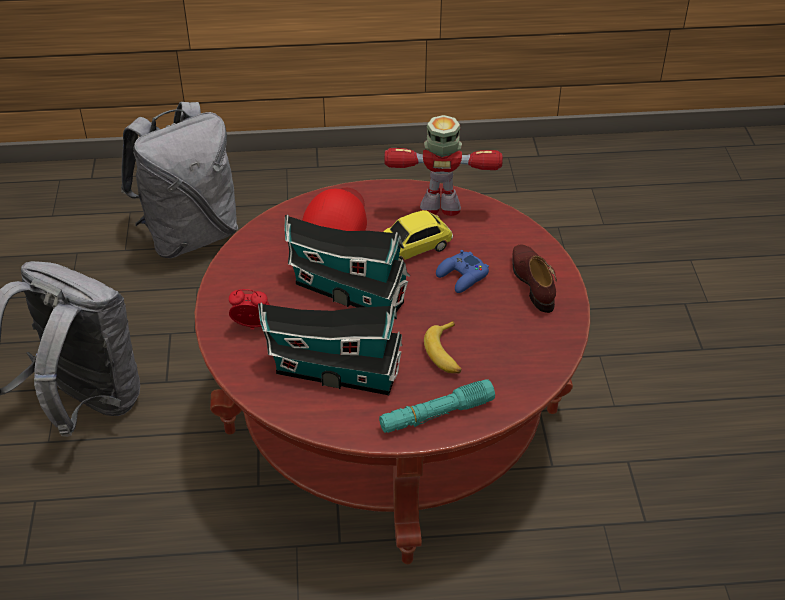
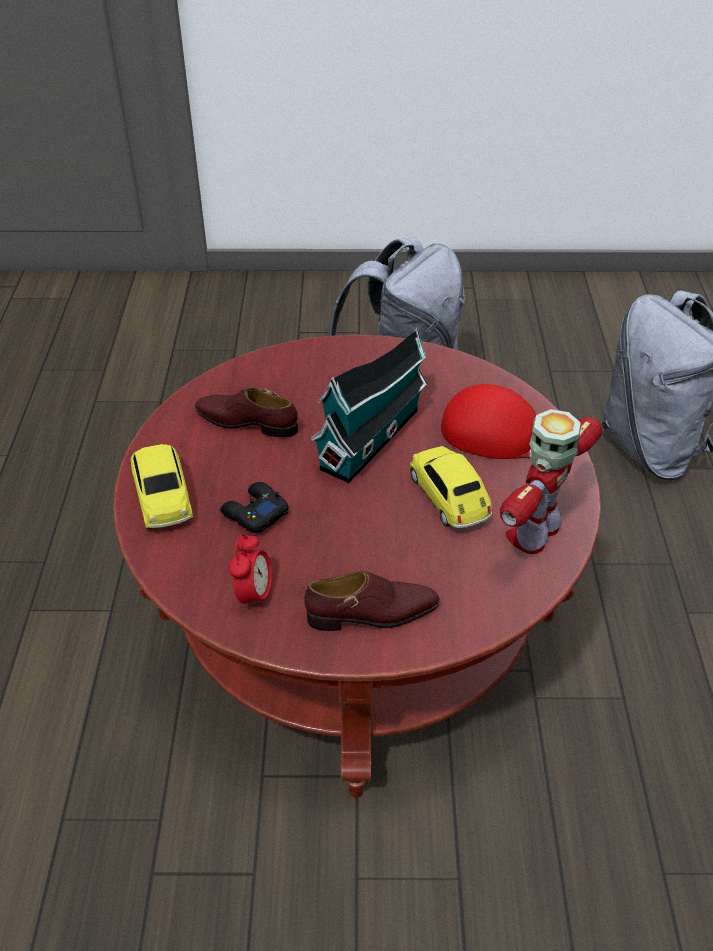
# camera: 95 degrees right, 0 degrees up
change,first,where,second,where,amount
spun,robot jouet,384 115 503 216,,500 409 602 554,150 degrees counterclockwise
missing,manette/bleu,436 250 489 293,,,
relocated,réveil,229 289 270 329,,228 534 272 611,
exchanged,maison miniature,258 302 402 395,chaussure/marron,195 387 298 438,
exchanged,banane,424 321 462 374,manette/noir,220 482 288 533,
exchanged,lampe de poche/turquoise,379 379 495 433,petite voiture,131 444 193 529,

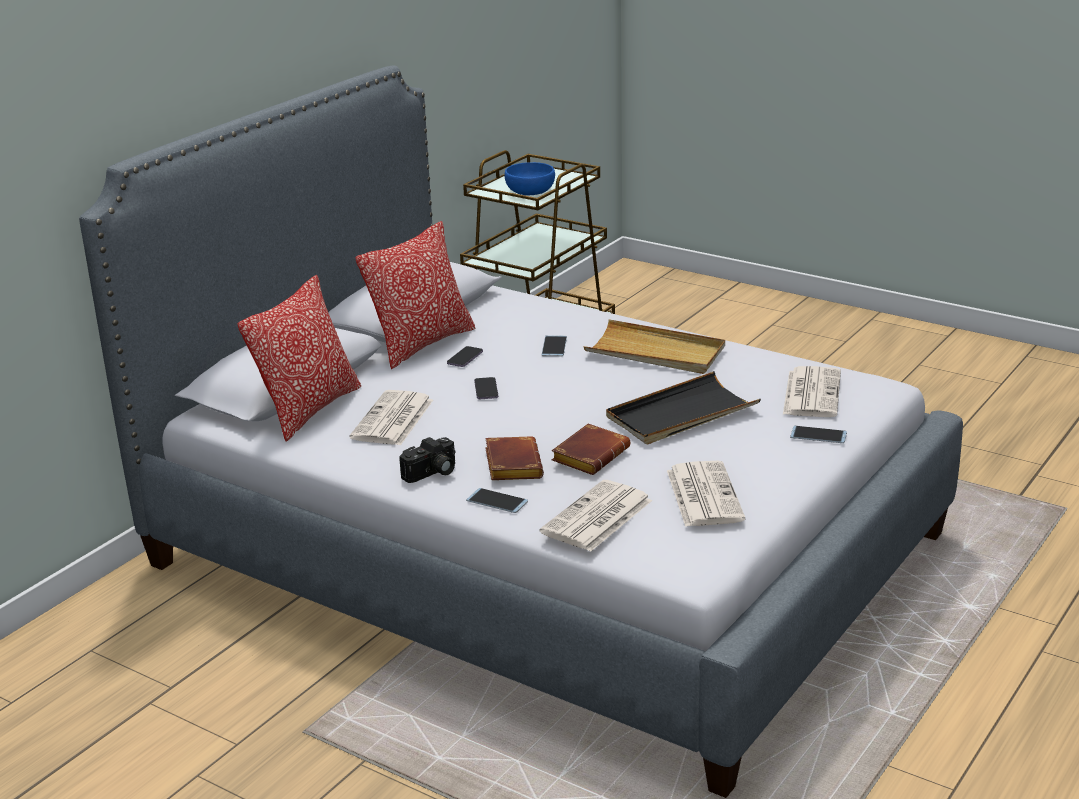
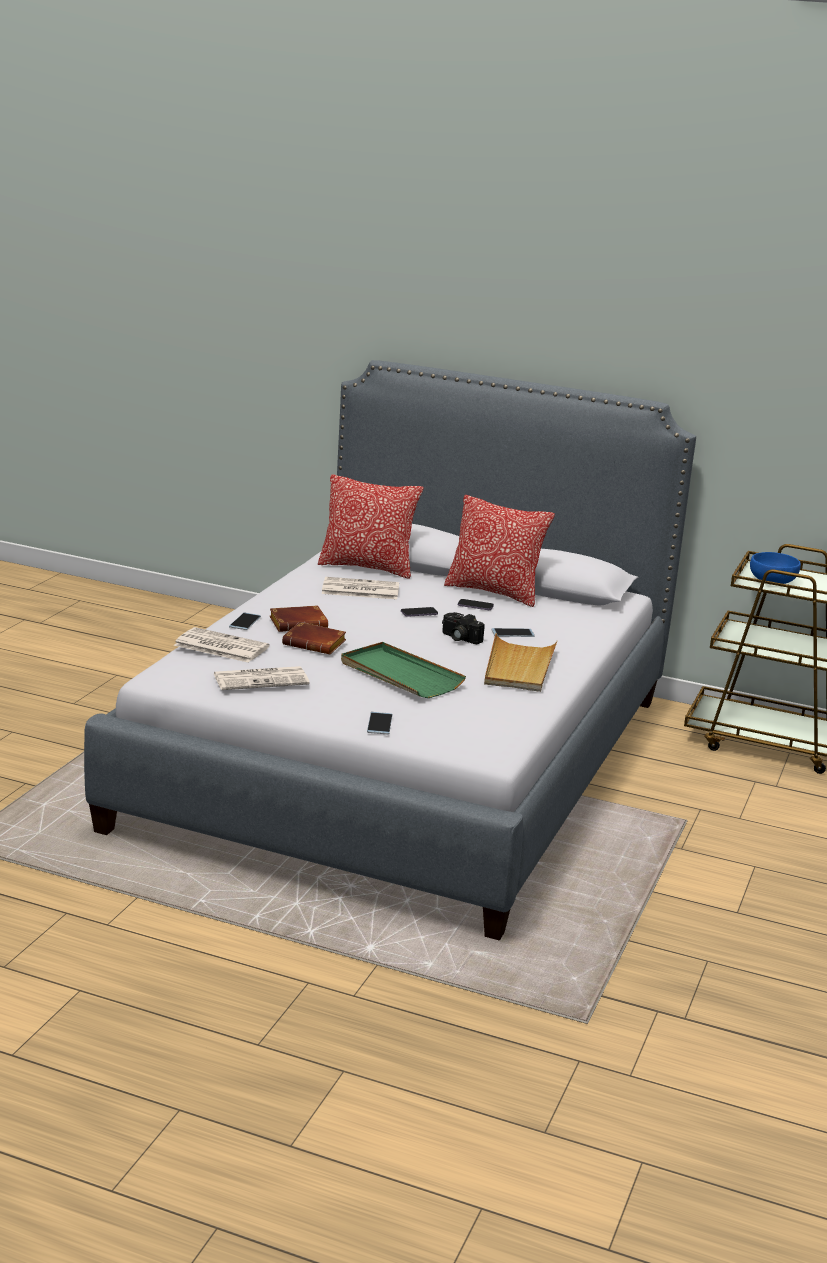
# camera: 75 degrees right, 5 degrees down
change,first,where,second,where,amount
missing,journal,783 366 841 417,,,
colour,plateau/noir,606 371 761 444,plateau/vert,341 642 466 698,
relocated,appareil photo,399 437 456 483,,442 612 485 644,

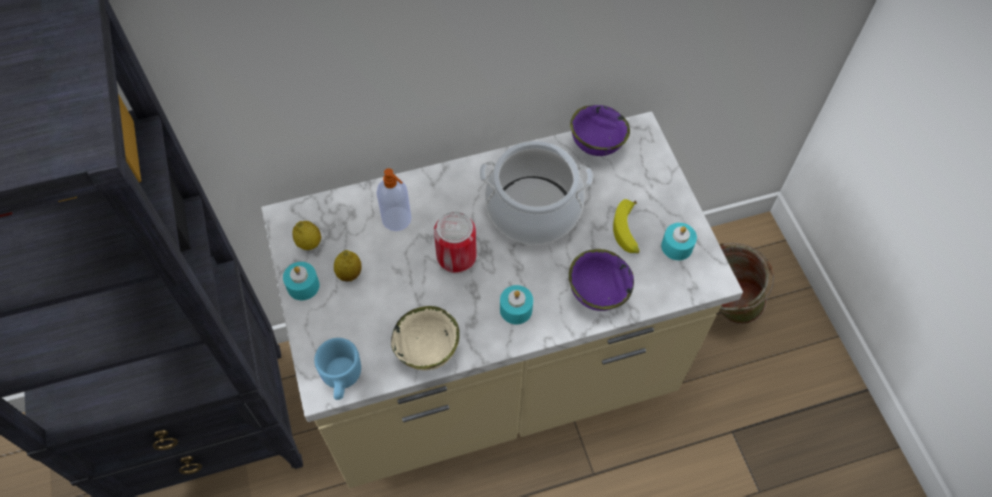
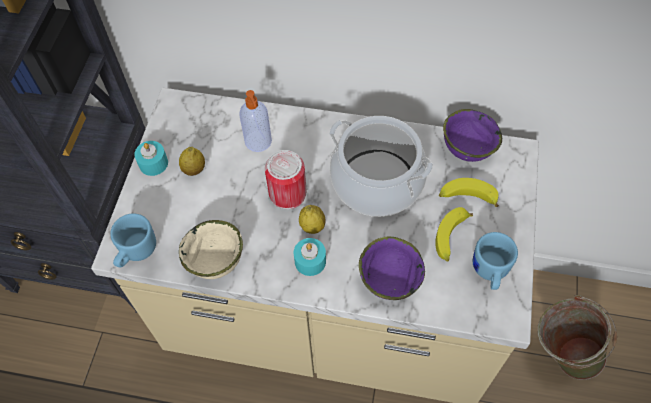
# camera: 30 degrees right, 0 degrees up
change,first,where,second,where,amount
relocated,citron,292 221 321 250,,299 205 325 234,
exchanged,bougie/turquoise,661 223 697 260,mug/bleu,473 232 518 290,
appeared,,,banane,439 178 499 207,

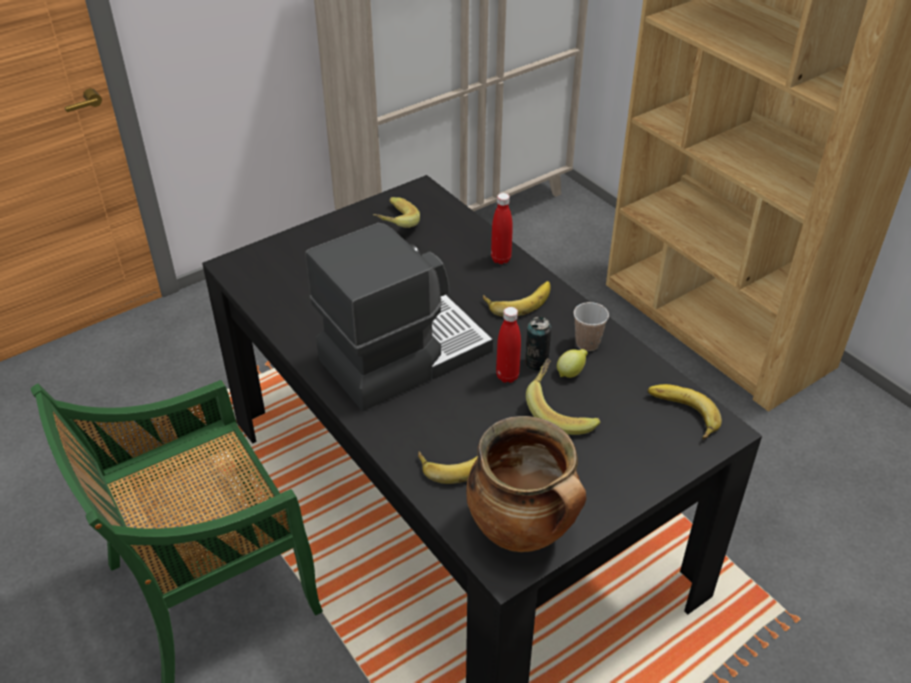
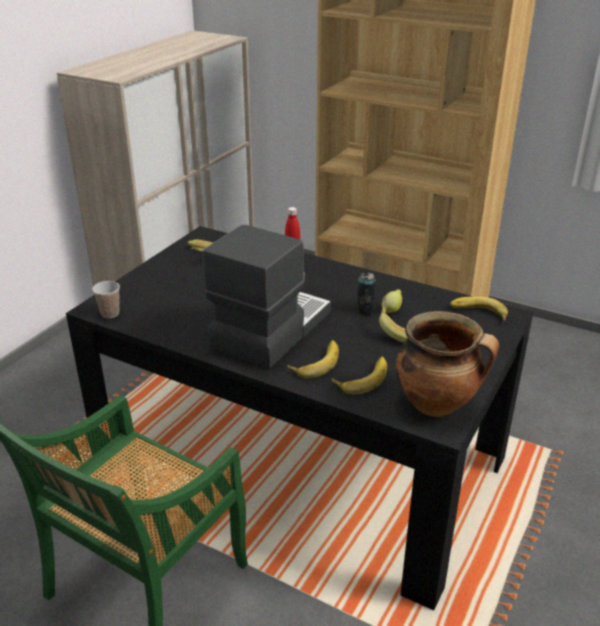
# camera: 25 degrees left, 10 degrees down
change,first,where,second,where,amount
relocated,banane,483 281 550 316,,287 340 339 378,
relocated,tasse,574 302 609 351,,92 281 120 318,
missing,bouteille/rouge,496 307 521 383,,,

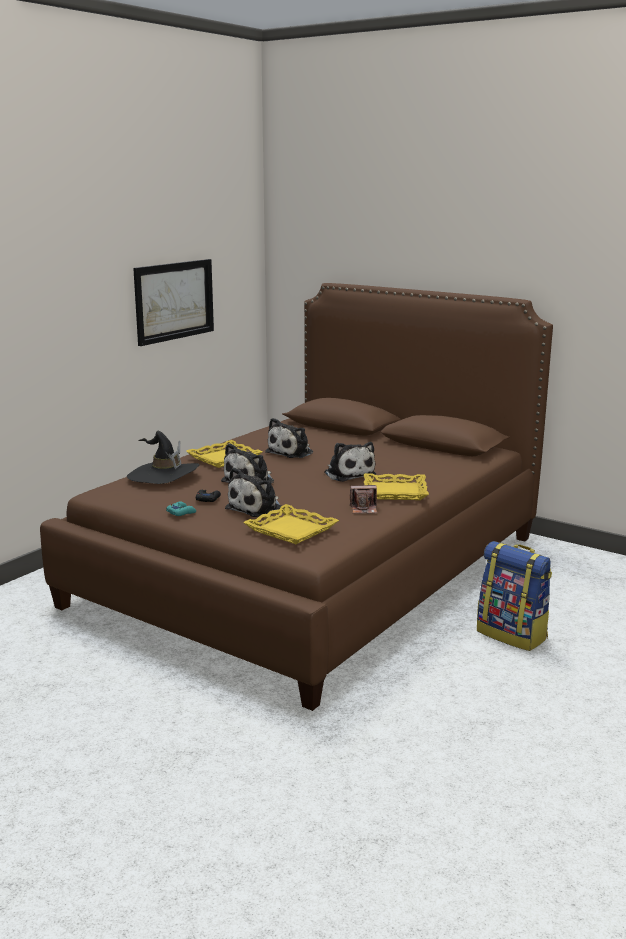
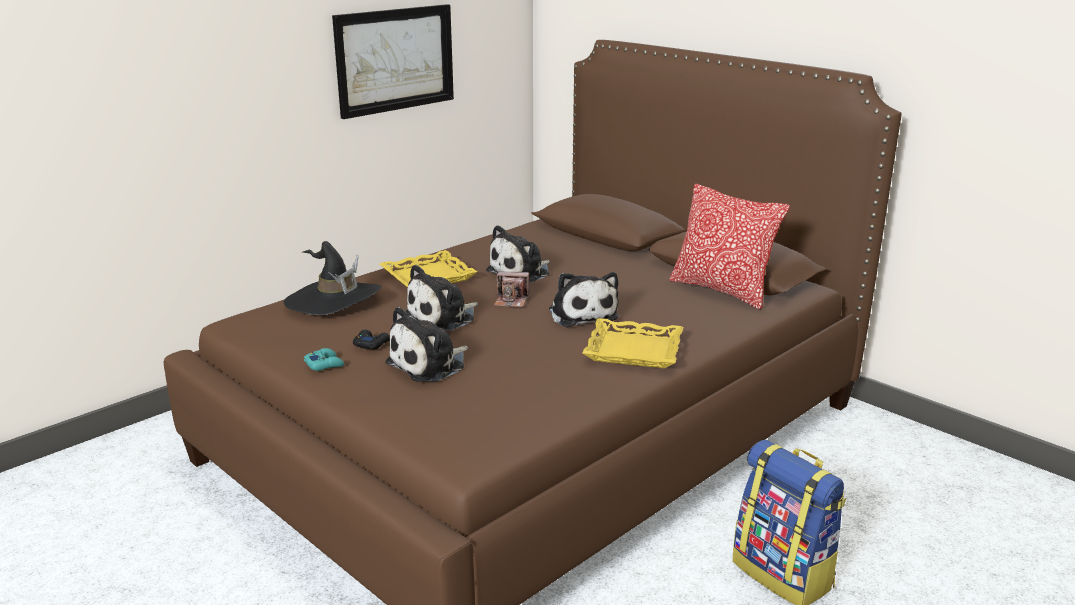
# camera: 10 degrees right, 5 degrees up
change,first,where,second,where,amount
relocated,appareil photo,349 485 377 514,,494 271 530 307,
missing,plateau/jaune,243 504 339 544,,,
appeared,,,coussin,669 184 790 310,

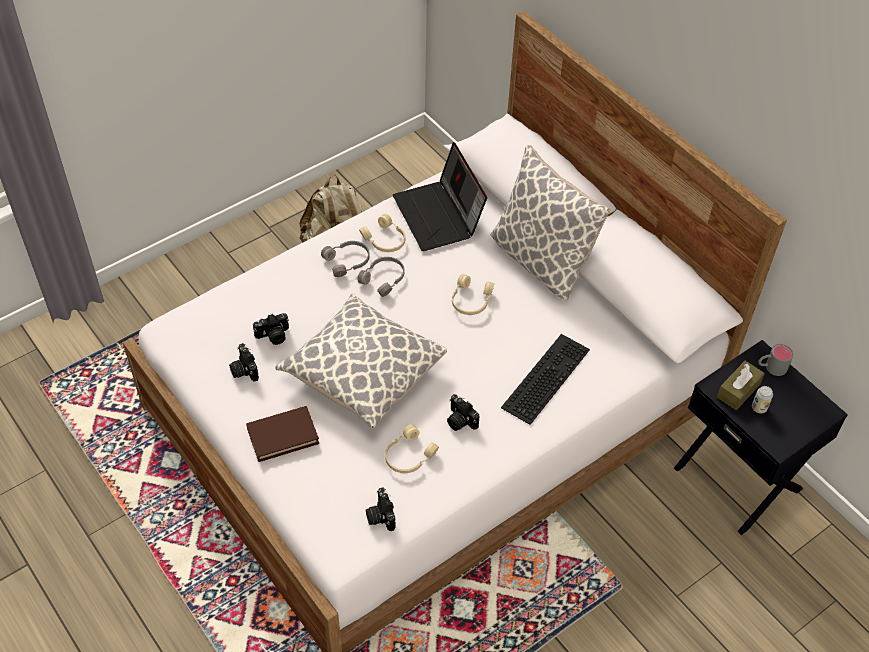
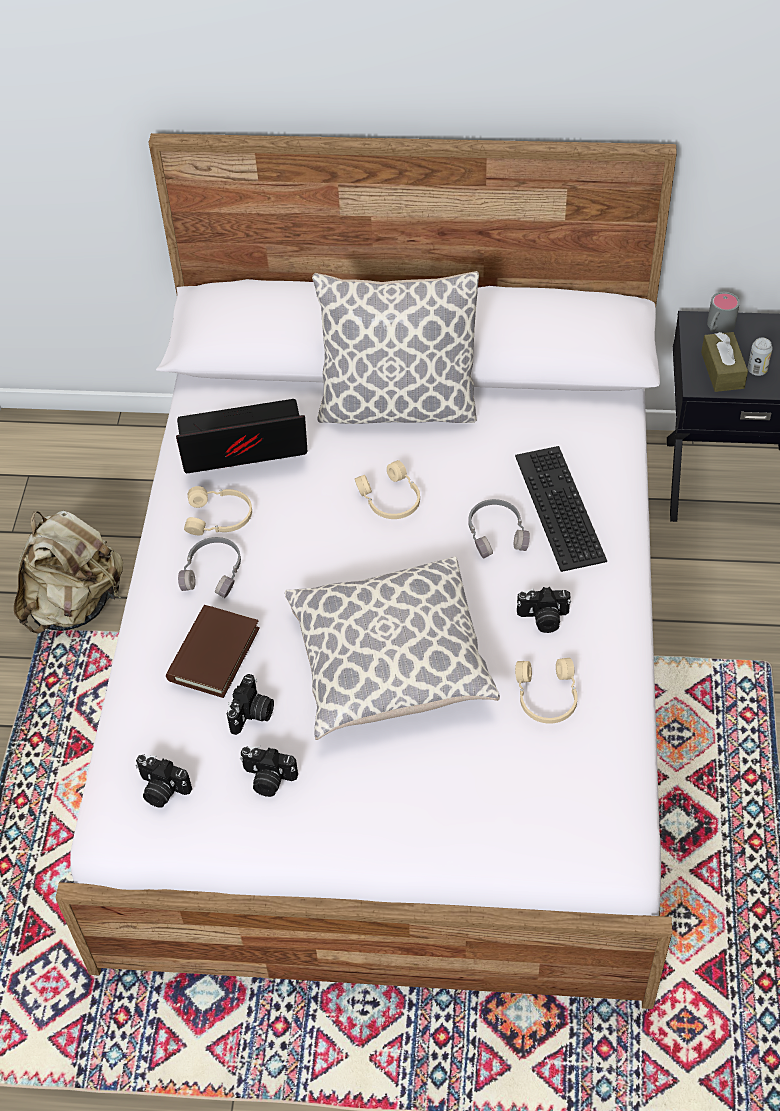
# camera: 45 degrees left, 0 degrees up
change,first,where,second,where,amount
spun,ordinateur portable,393 142 487 251,,176 399 307 473,150 degrees clockwise
relocated,casque audio/gris,358 257 405 297,,468 499 530 559,
relocated,livre/marron,246 406 319 462,,166 605 260 698,
relocated,appareil photo,366 488 395 531,,135 755 192 808,

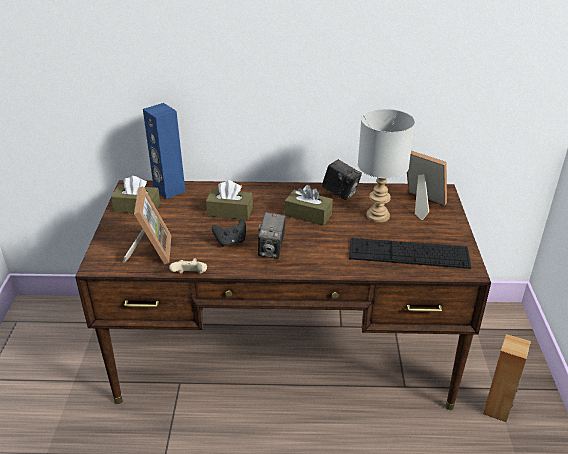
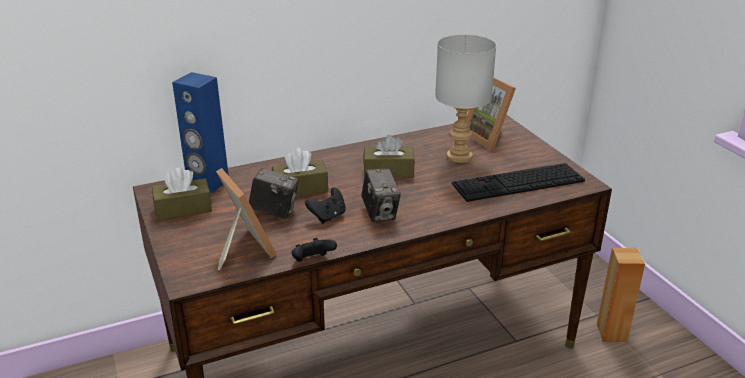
# camera: 25 degrees left, 5 degrees down
change,first,where,second,where,amount
spun,cadre photo,407 150 447 220,,466 77 516 150,135 degrees counterclockwise
relocated,appareil photo,322 159 362 200,,249 168 298 219,
colour,manette/beige,169 259 207 274,manette/noir,291 238 337 262,

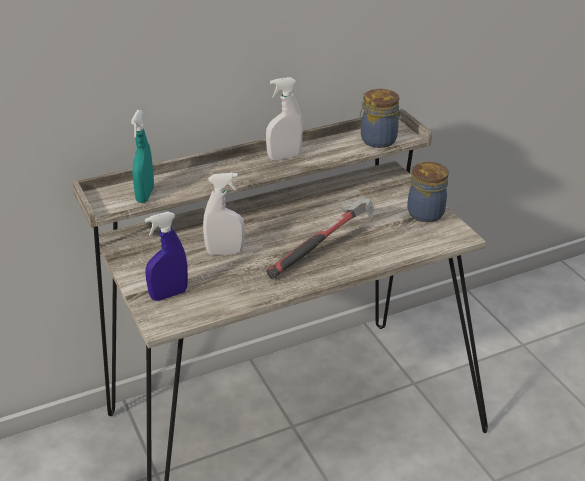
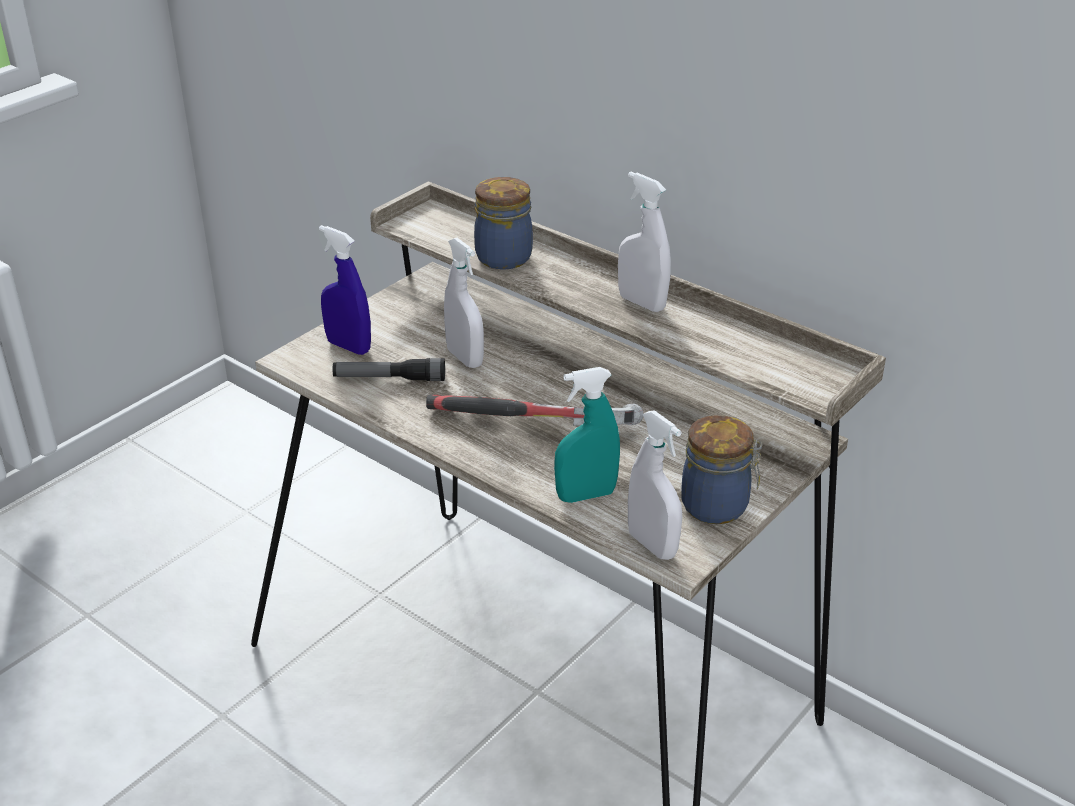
# camera: 65 degrees right, 0 degrees up
change,first,where,second,where,amount
relocated,bocal,359 89 399 148,,474 177 533 270,
relocated,vaporisateur/turquoise,131 110 154 203,,554 367 620 503,
appeared,,,lampe de poche,332 358 445 381,
appeared,,,vaporisateur/blanc,628 410 682 560,

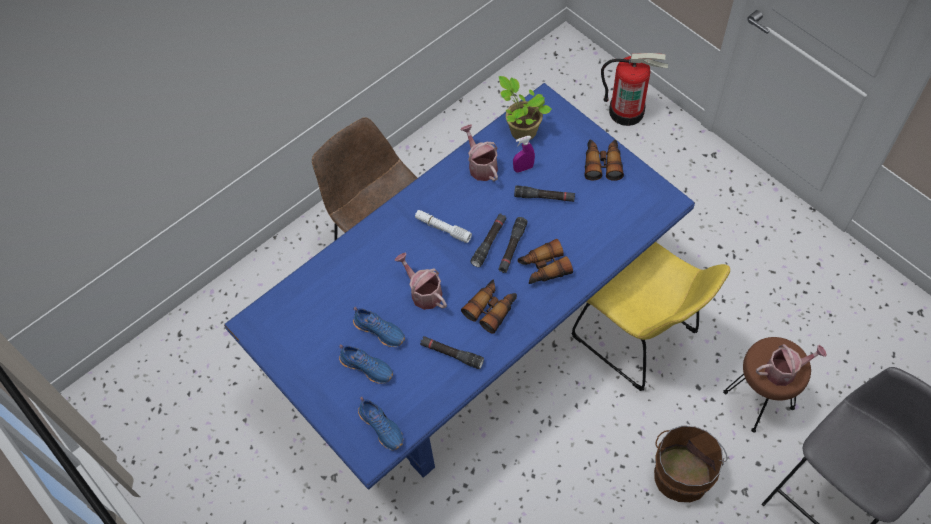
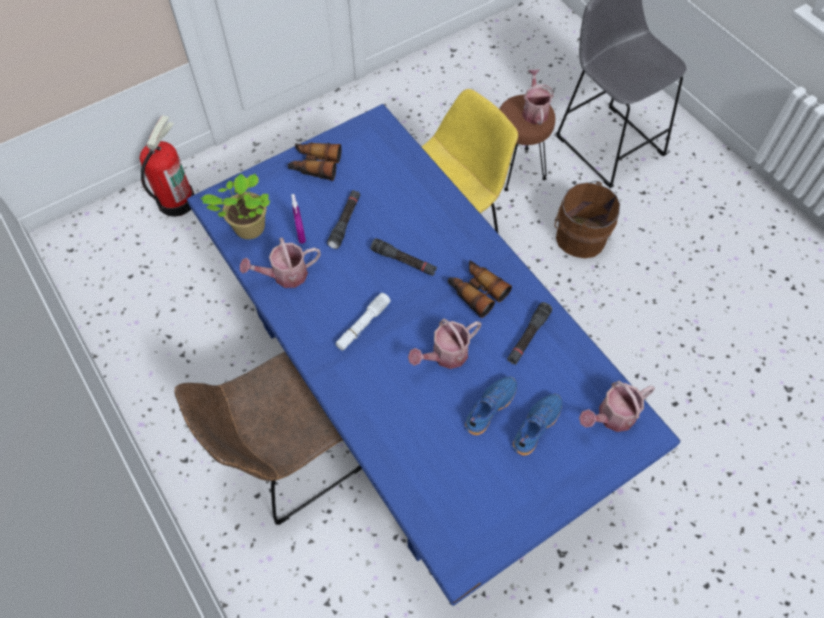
# camera: 85 degrees left, 0 degrees up
change,first,where,second,where,amount
missing,lampe de poche/noir,470 214 506 267,,,
missing,jumelles,518 239 573 284,,,
exchanged,chaussure/bleu,358 396 404 450,arrosoir,579 381 655 432,

